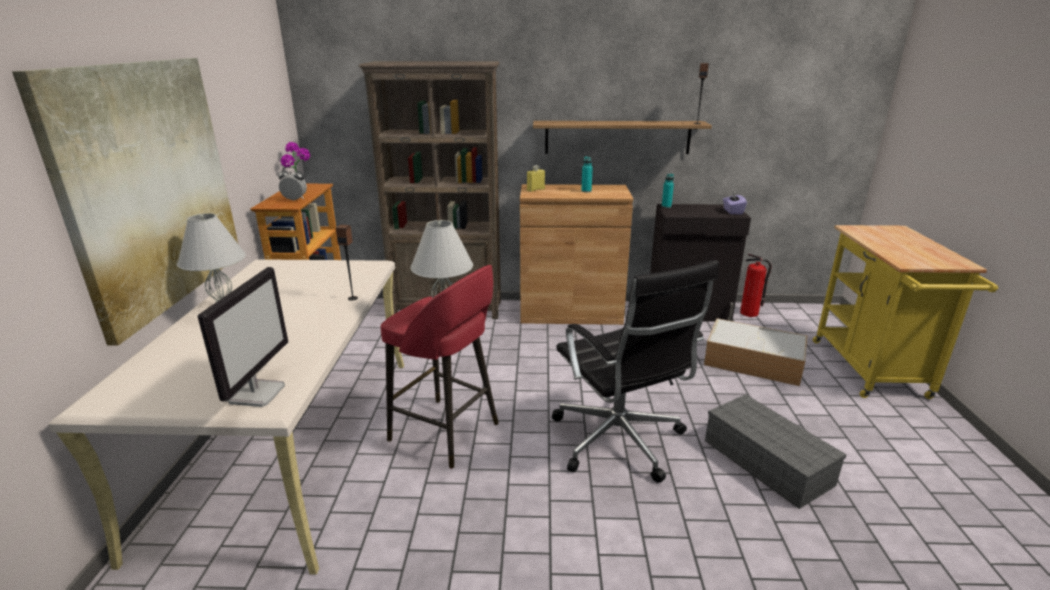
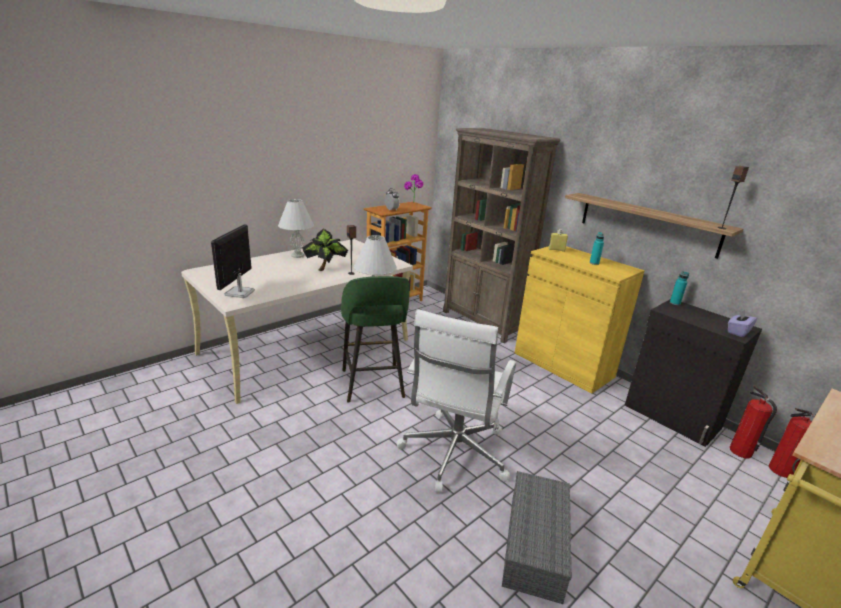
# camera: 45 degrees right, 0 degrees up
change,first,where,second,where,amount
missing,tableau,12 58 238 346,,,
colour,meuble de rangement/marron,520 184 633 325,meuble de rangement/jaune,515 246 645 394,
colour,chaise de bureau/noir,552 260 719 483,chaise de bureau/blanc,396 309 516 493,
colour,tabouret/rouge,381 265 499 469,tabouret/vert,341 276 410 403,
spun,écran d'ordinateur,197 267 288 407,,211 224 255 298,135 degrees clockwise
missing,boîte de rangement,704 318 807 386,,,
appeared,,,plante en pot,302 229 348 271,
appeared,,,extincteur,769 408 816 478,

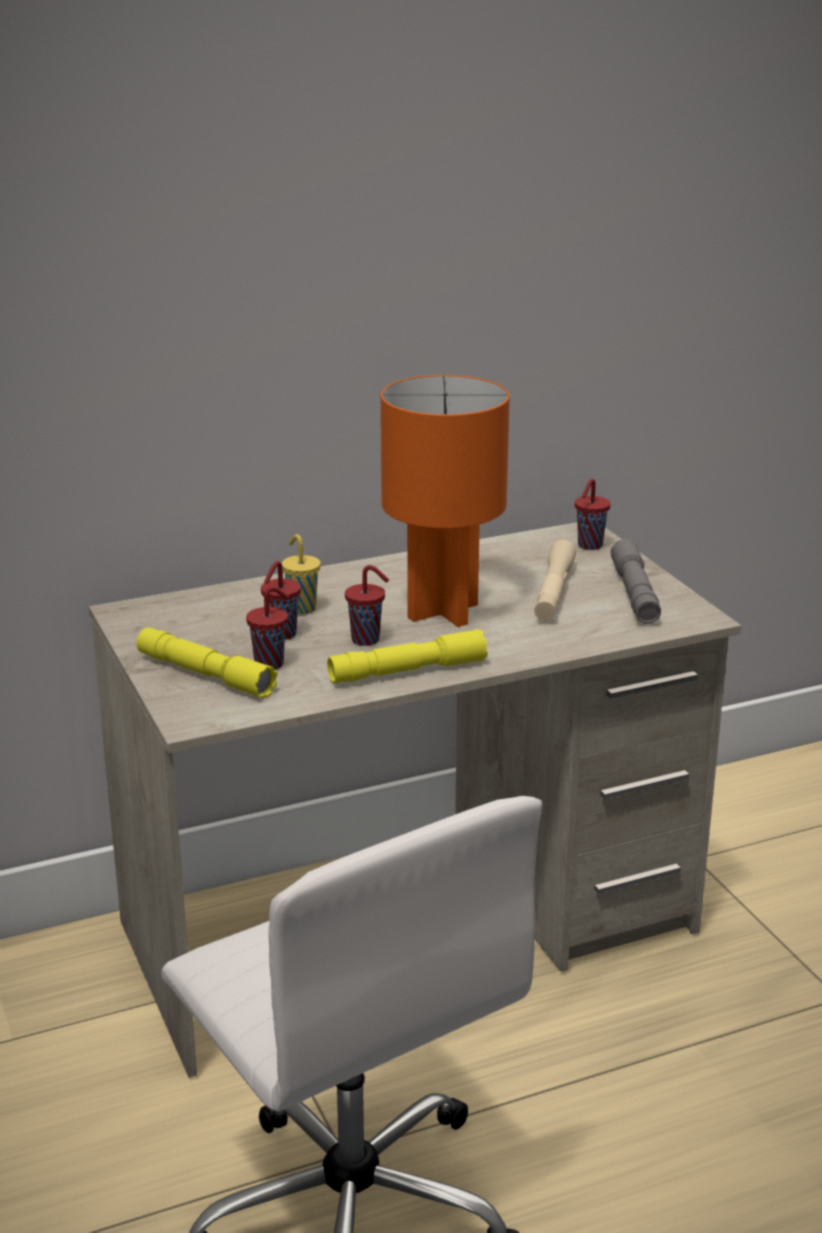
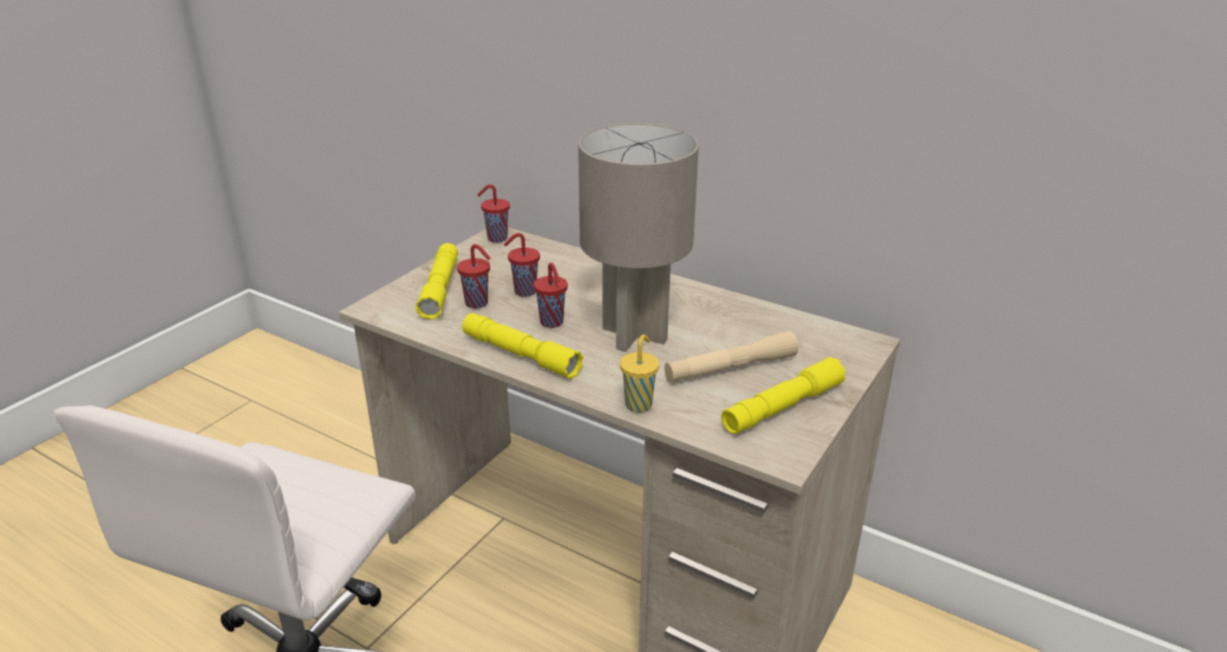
# camera: 55 degrees right, 5 degrees up
change,first,where,second,where,amount
colour,lampe de table/orange,381 375 510 627,lampe de table/gris,578 123 699 352,
relocated,tasse/rouge,575 479 610 550,,477 184 510 243,
relocated,tasse/jaune,282 534 321 615,,620 335 659 412,
colour,lampe de poche/gris,611 539 661 624,lampe de poche/jaune,721 357 845 434,

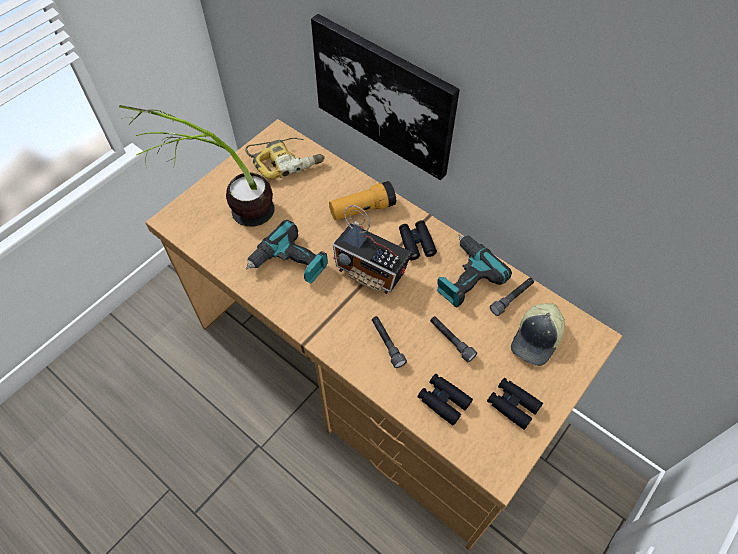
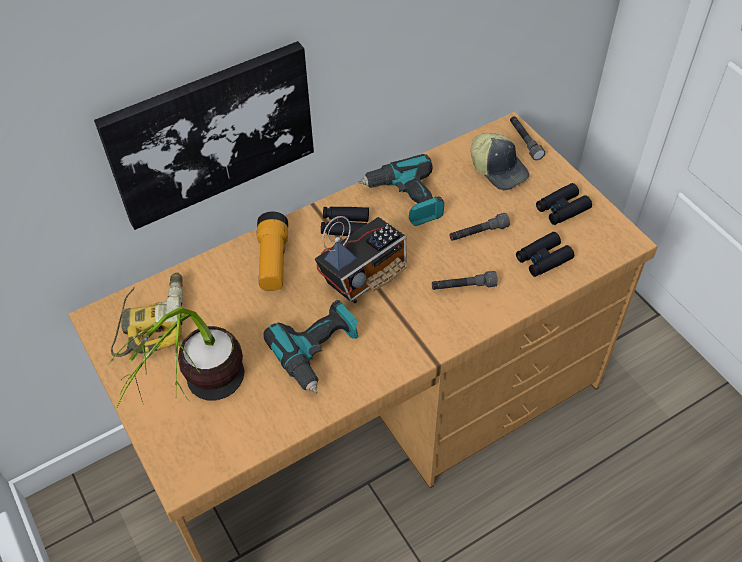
# camera: 70 degrees left, 5 degrees down
change,first,where,second,where,amount
relocated,lampe de poche/gris,490 278 534 316,,510 116 545 160,

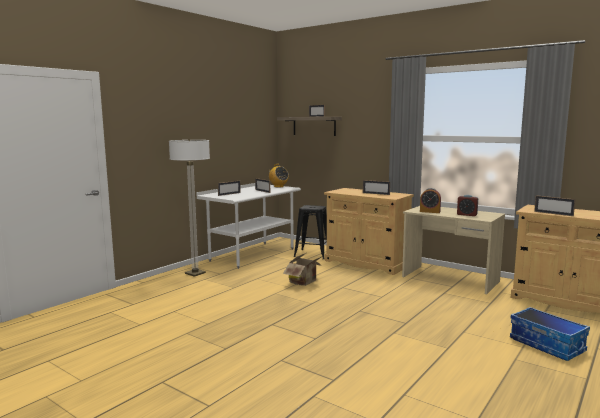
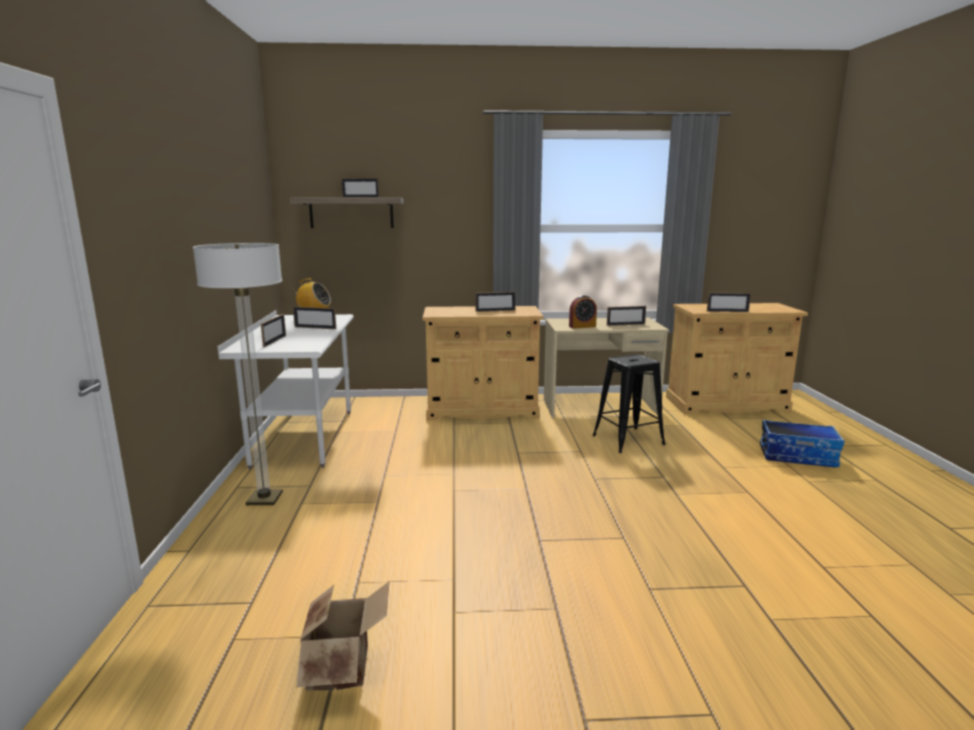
# camera: 40 degrees left, 5 degrees up
change,first,where,second,where,amount
exchanged,réveil,457 195 478 216,cadre photo,607 306 646 326,
relocated,tabouret/noir,294 205 327 259,,592 355 666 453,
relocated,carton,283 253 323 286,,296 581 390 691,

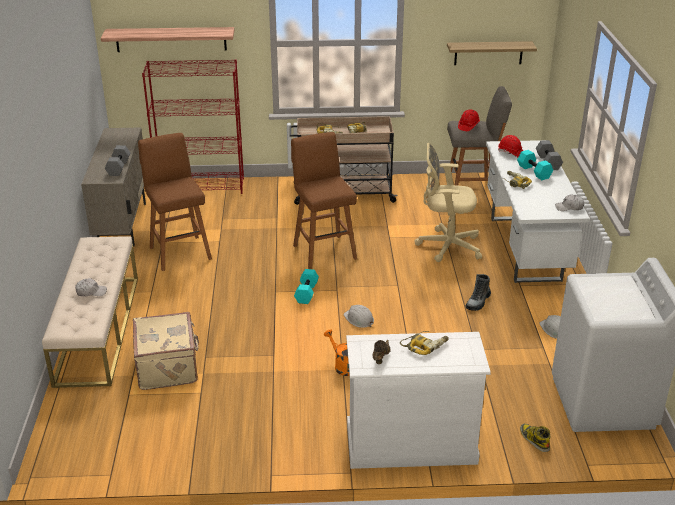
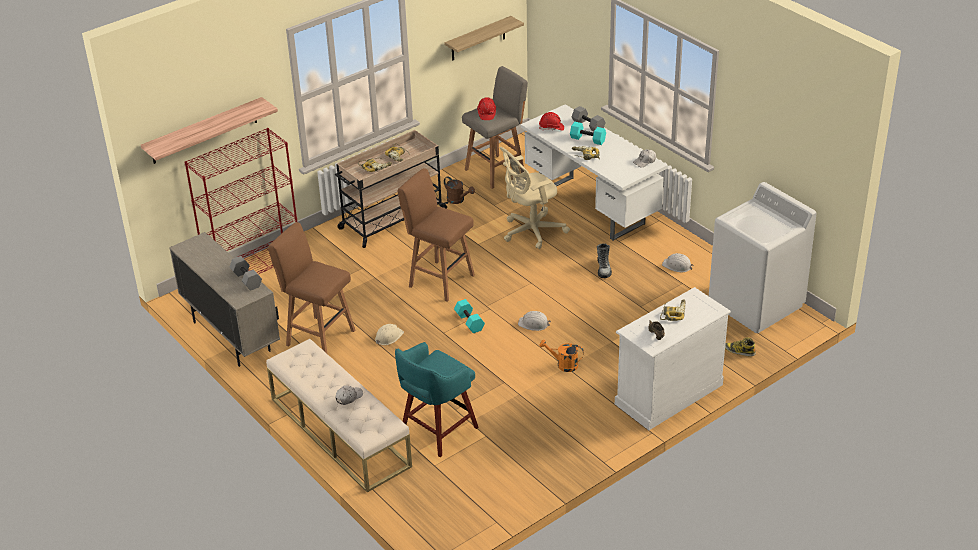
# camera: 35 degrees left, 5 degrees up
change,first,where,second,where,amount
exchanged,valise/beige,133 312 199 390,tabouret/turquoise,395 342 479 457,
appeared,,,arrosoir/marron,444 177 475 204,
appeared,,,casque de chantier/beige,375 324 404 345,

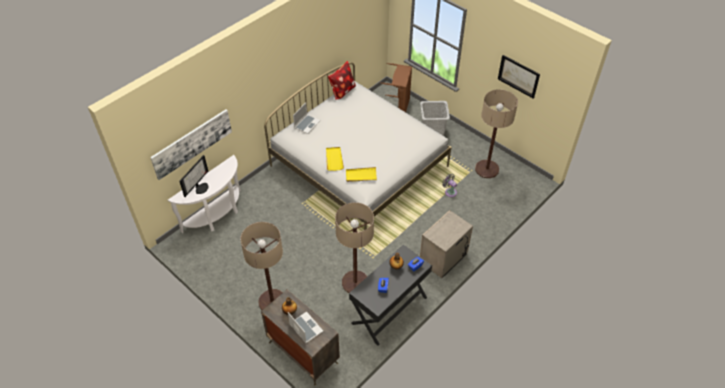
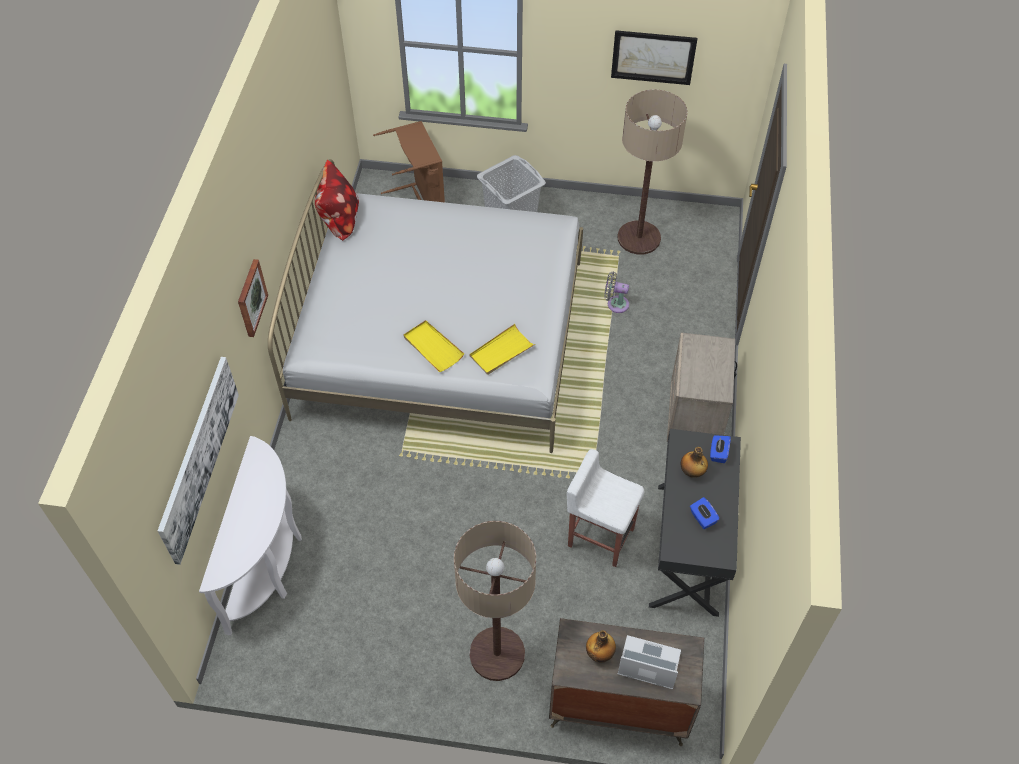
# camera: 35 degrees left, 5 degrees up
change,first,where,second,where,amount
missing,ordinateur portable,293 103 320 134,,,
missing,écran d'ordinateur,179 155 209 197,,,
exchanged,lampadaire,335 202 374 293,tabouret/blanc,567 449 644 567,
appeared,,,tableau,238 259 268 337,

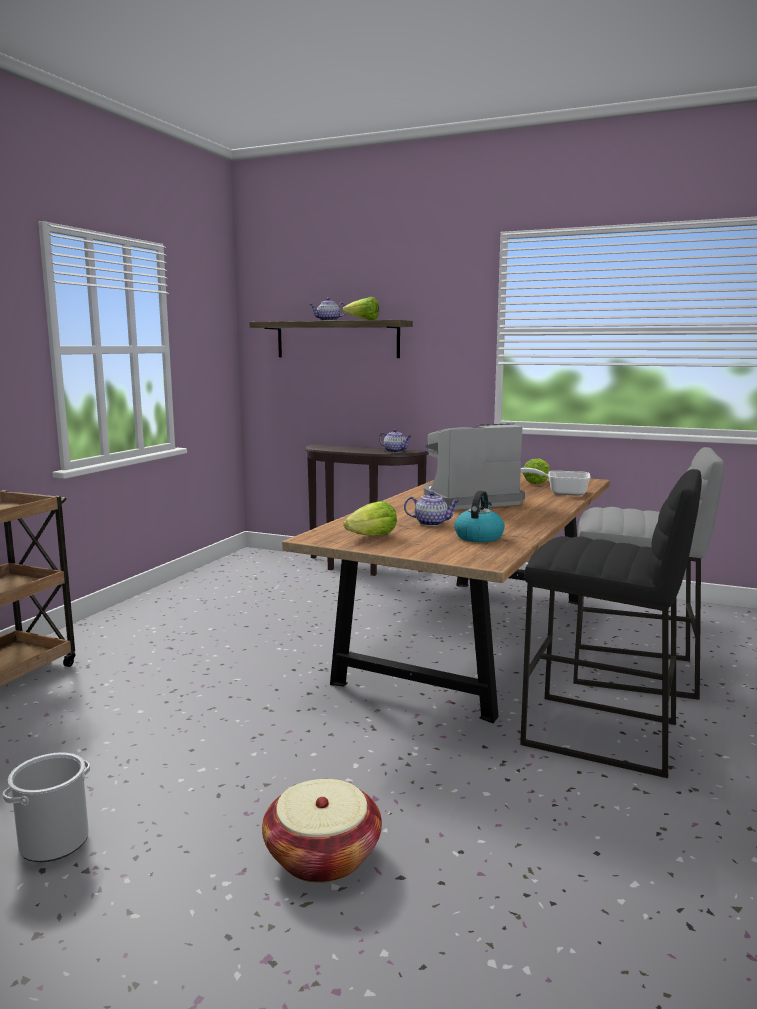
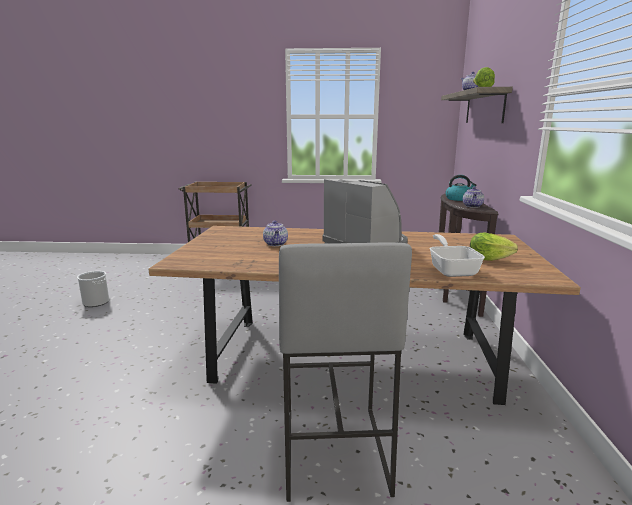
# camera: 70 degrees right, 5 degrees up
change,first,where,second,where,amount
missing,tabouret/noir,520 469 702 778,,,
relocated,bouilloire,454 491 505 542,,446 175 476 201,
missing,laitue,344 501 397 536,,,
missing,panier,262 779 382 883,,,

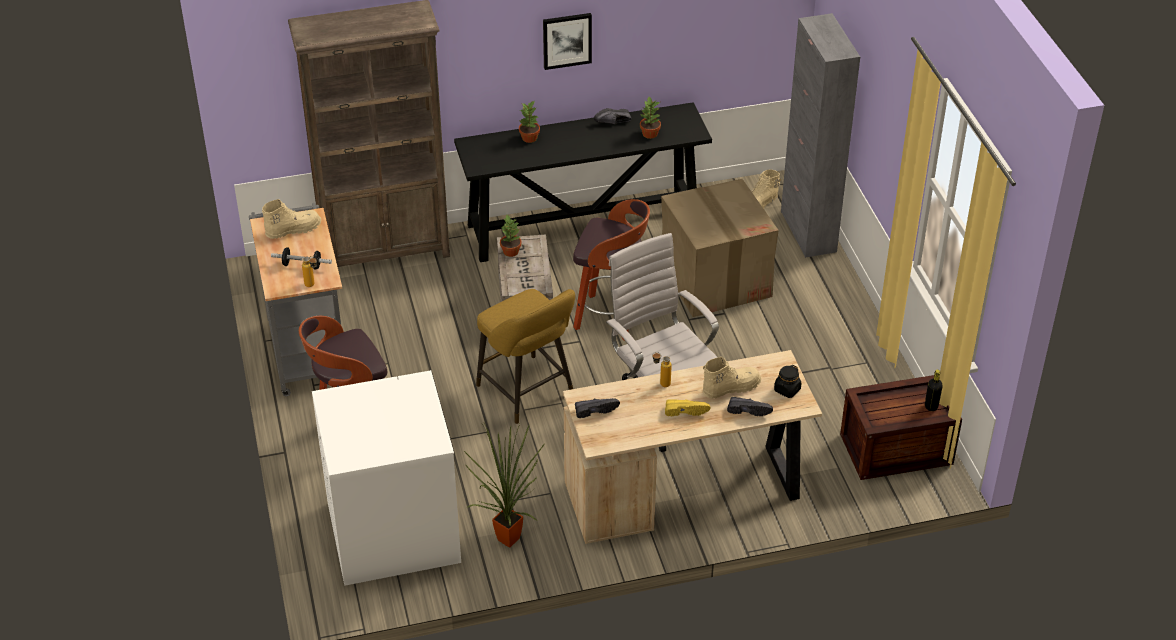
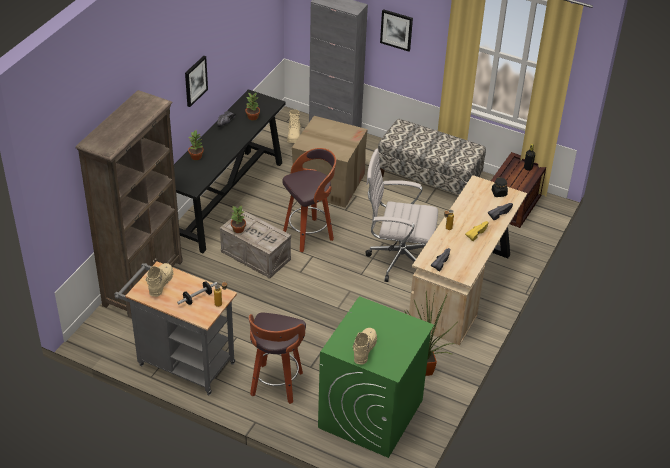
# camera: 50 degrees left, 0 degrees up
change,first,where,second,where,amount
missing,tabouret/jaune,476 289 575 424,,,
relocated,botte/beige,703 357 761 399,,353 328 377 364,
colour,lave-linge/blanc,312 370 461 586,lave-linge/vert,318 296 434 458,
appeared,,,tableau,380 9 413 52,
appeared,,,banc,378 119 486 195,

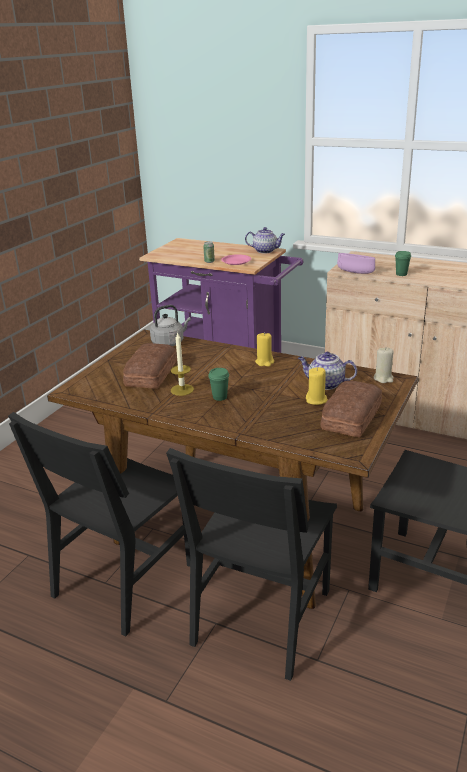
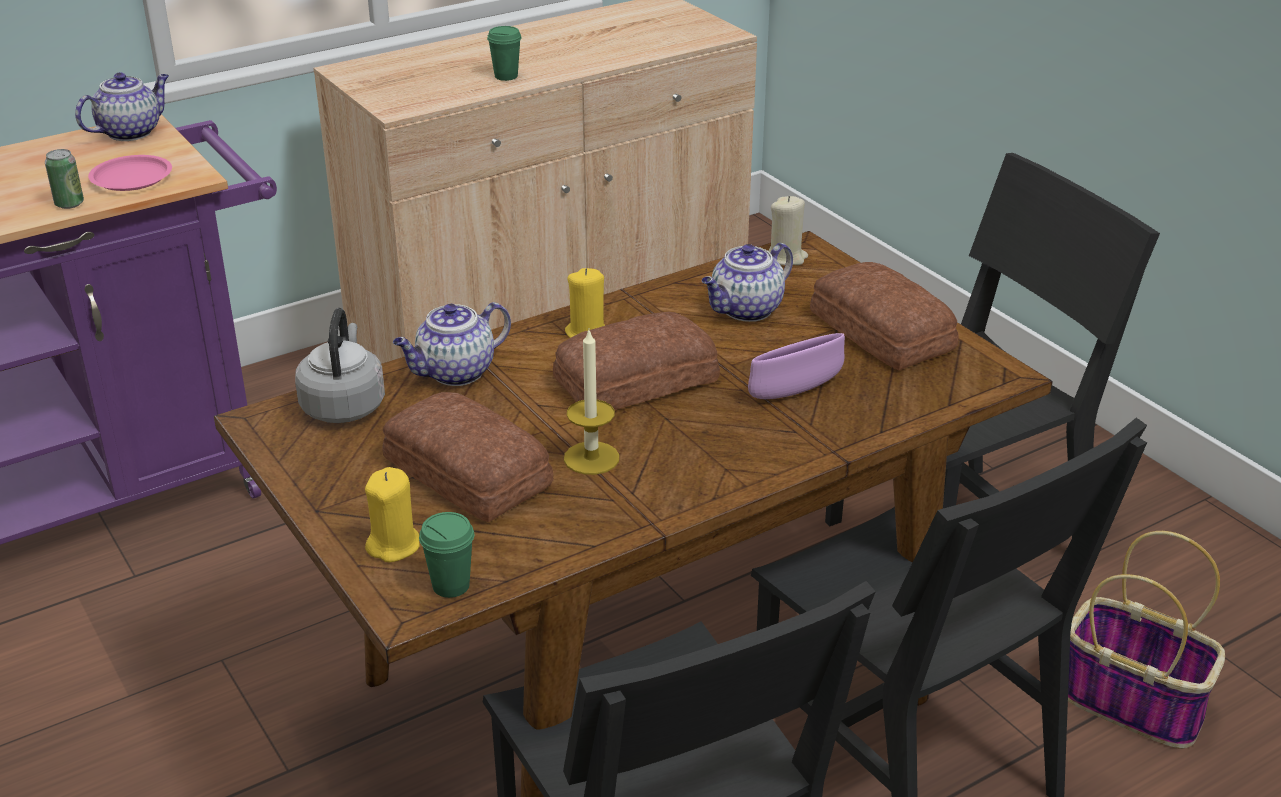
# camera: 60 degrees left, 5 degrees up
change,first,where,second,where,amount
relocated,bol/violet,337 253 375 274,,748 333 845 399,
relocated,bougie/jaune,306 367 328 405,,365 467 420 562,
relocated,tasse/vert,208 368 229 401,,419 512 474 598,
appeared,,,théière,393 302 511 386,
appeared,,,pain,553 312 720 410,
appeared,,,panier,1068 531 1225 749,

